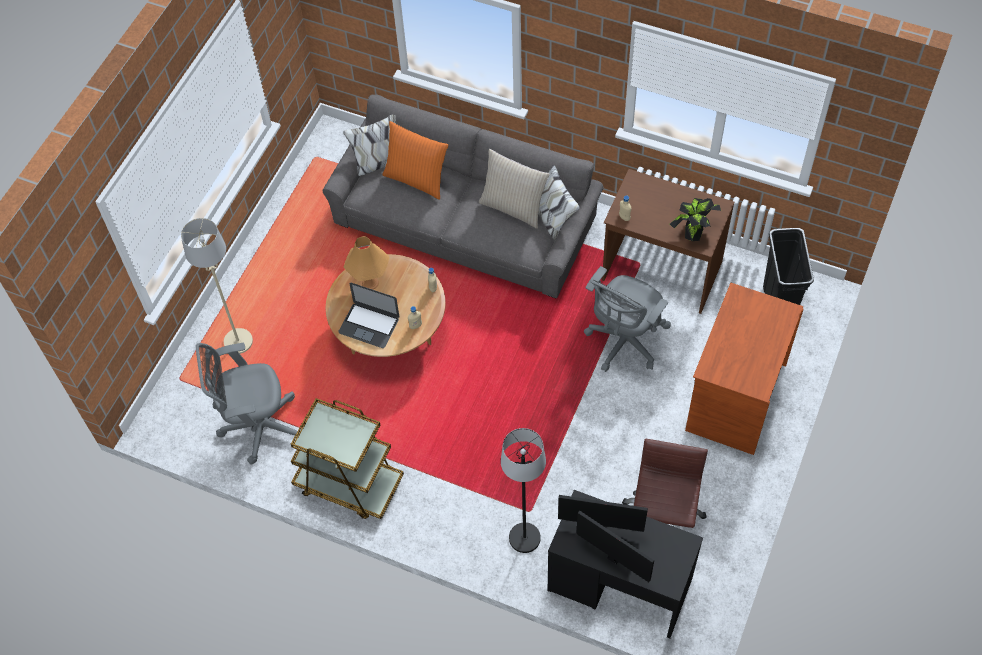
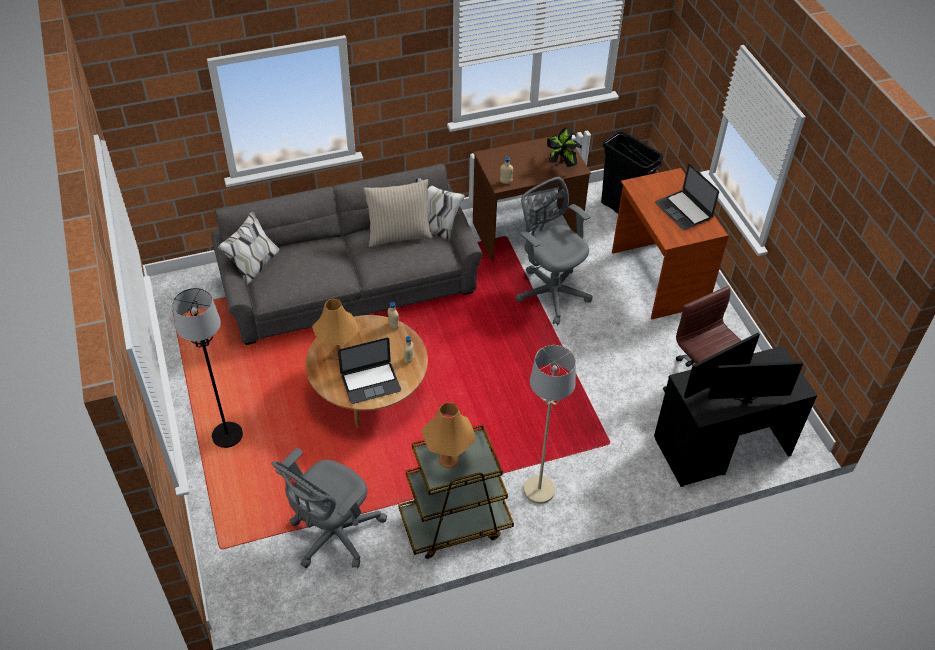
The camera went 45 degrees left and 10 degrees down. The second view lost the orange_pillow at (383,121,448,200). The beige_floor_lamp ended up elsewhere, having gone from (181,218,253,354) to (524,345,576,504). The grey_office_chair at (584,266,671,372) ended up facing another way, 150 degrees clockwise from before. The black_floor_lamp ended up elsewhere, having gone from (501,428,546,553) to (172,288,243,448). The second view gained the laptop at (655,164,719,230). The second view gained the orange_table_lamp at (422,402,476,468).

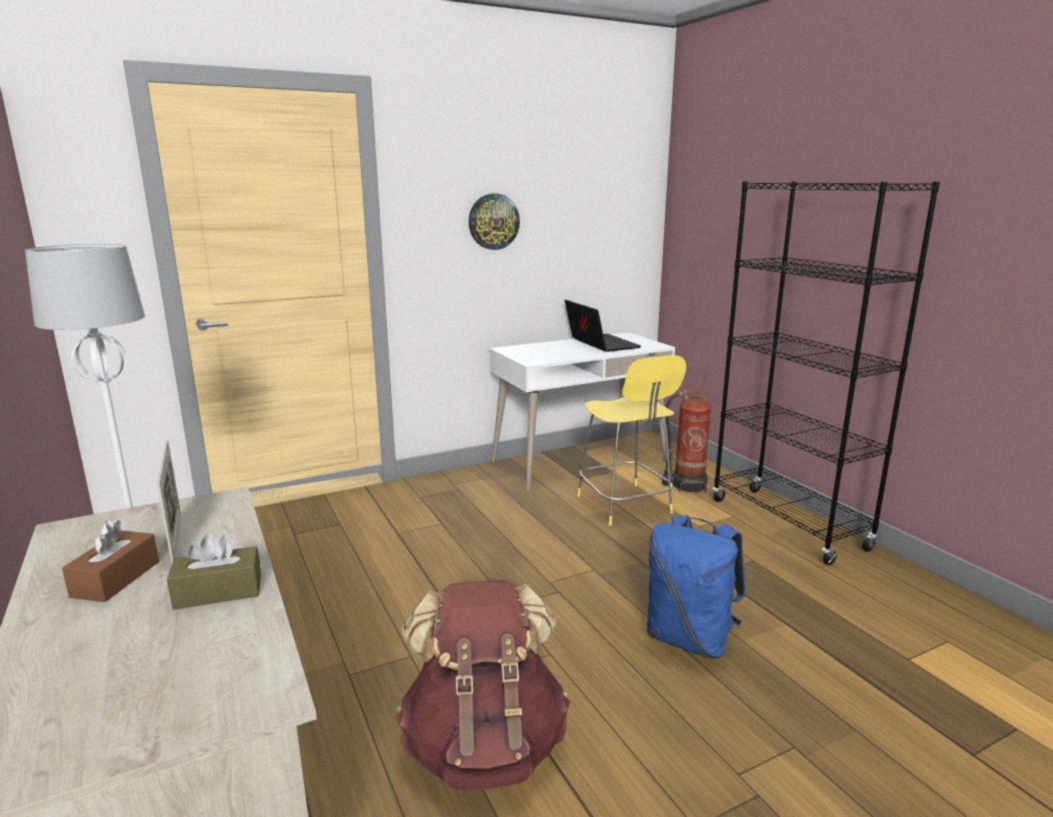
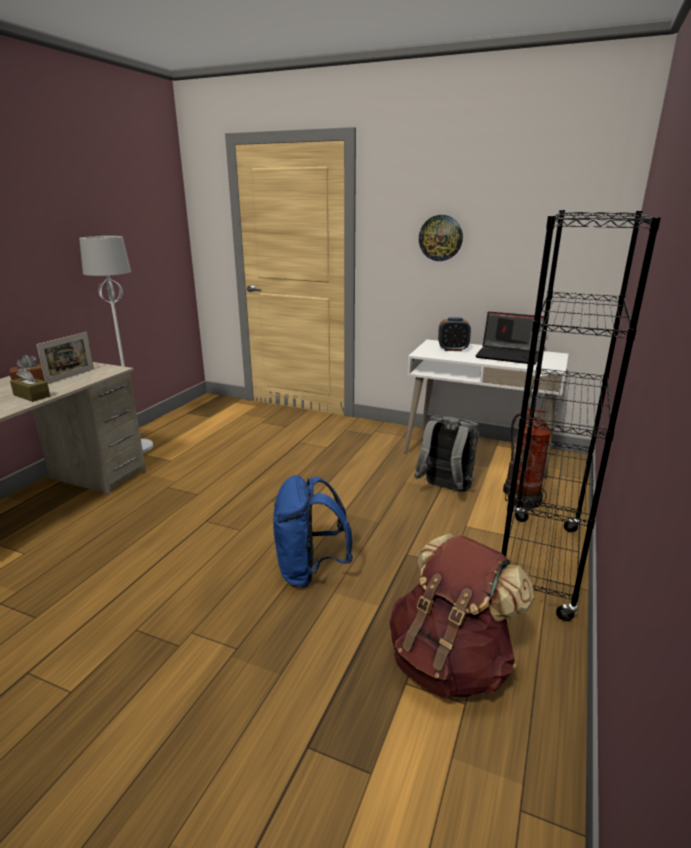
The camera went 50 degrees right and 5 degrees up. The laptop at (565,300,641,352) ended up facing another way, 90 degrees clockwise from before. Where the yellow_stool stood at (577,355,686,526), the grey_backpack came to stand at (414,416,479,492). The brown_backpack ended up elsewhere, having gone from (395,580,570,790) to (389,534,534,698). The second view gained the alarm_clock at (438,317,471,351).

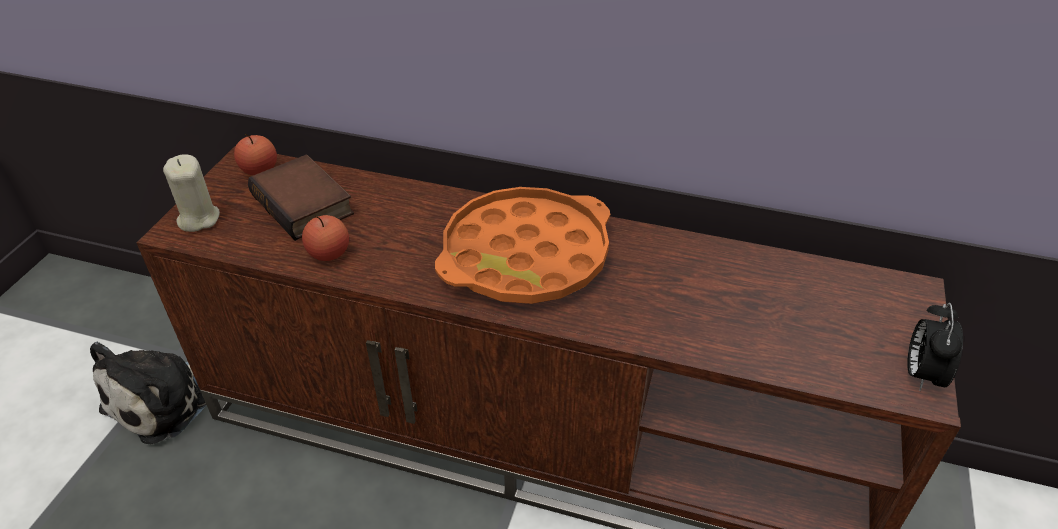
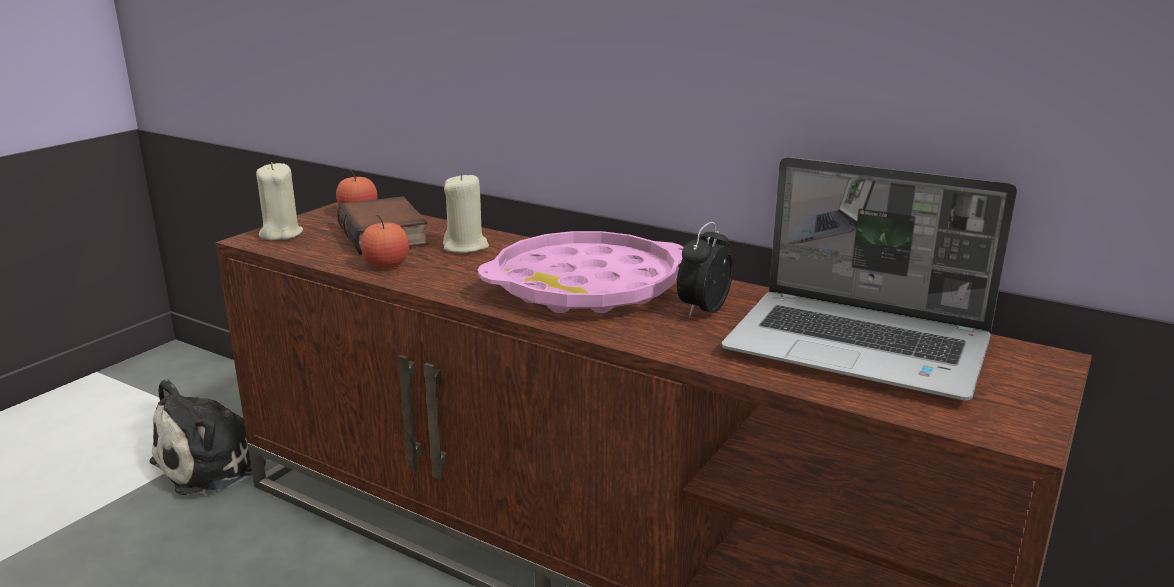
The camera went 15 degrees right and 20 degrees down. What was the orange_tray at (435,187,610,304) turned into the pink_tray at (478,231,683,313). The alarm_clock ended up elsewhere, having gone from (907,303,963,391) to (677,222,733,318). The second view gained the laptop at (722,157,1017,401). The second view gained the beige_candle at (443,173,489,253).

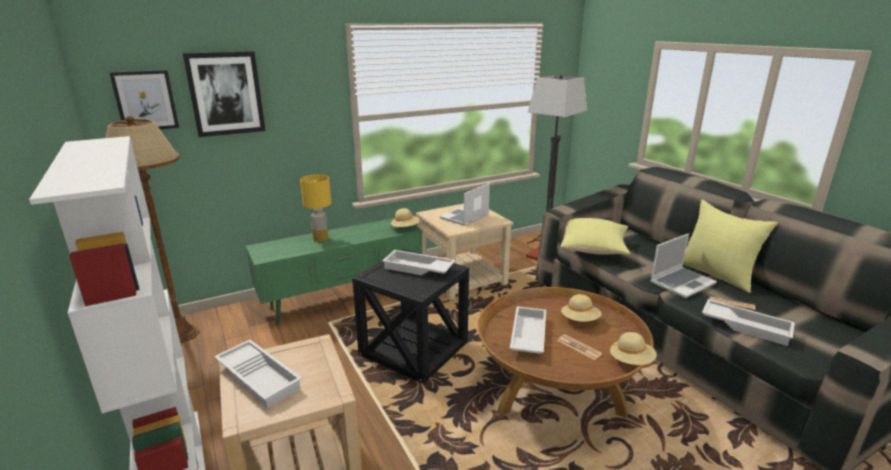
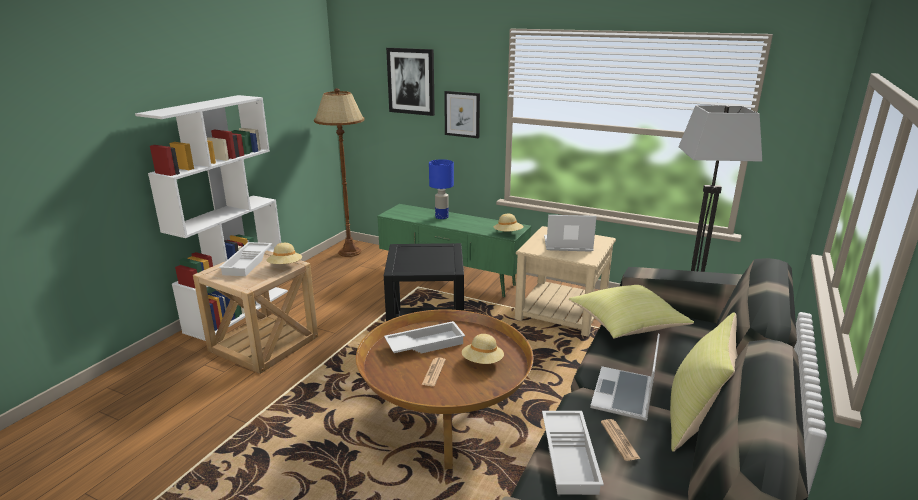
The camera went 55 degrees right and 0 degrees up. The picture ended up elsewhere, having gone from (109,70,179,129) to (444,91,480,138). What was the yellow_table_lamp at (300,174,331,242) turned into the blue_table_lamp at (429,159,454,219). The laptop at (650,233,717,298) ended up facing another way, 90 degrees clockwise from before. The second view lost the white_tray at (382,250,455,276). The beige_hat ended up elsewhere, having gone from (610,332,657,365) to (267,243,302,264).

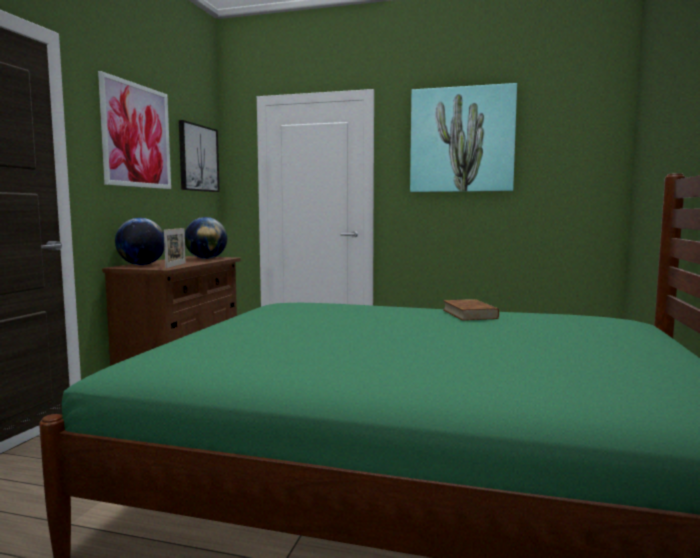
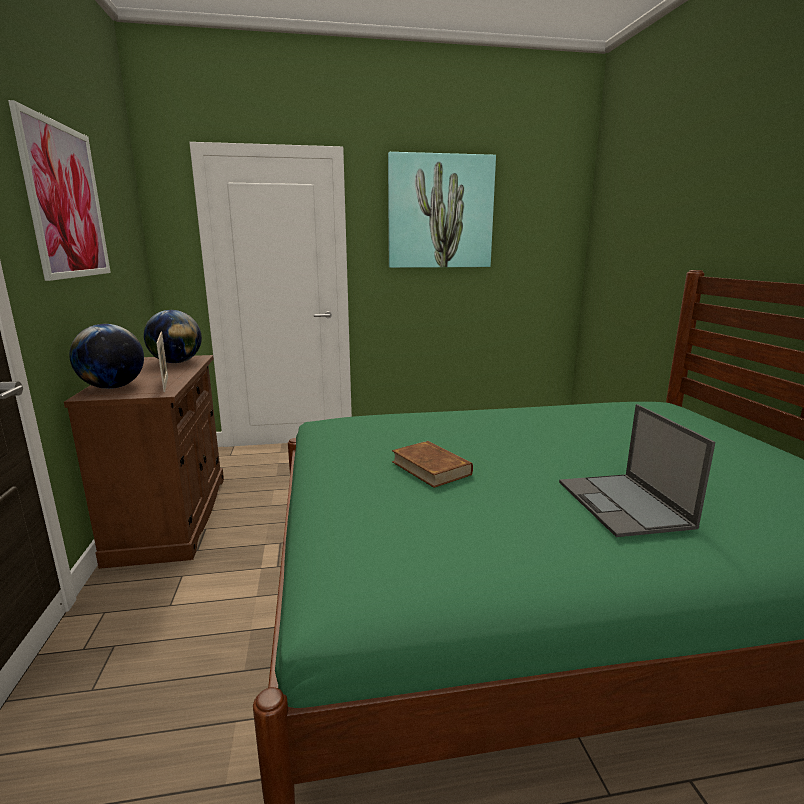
The camera went 25 degrees left and 10 degrees up. The second view lost the picture at (179,120,220,192). The brown_book ended up elsewhere, having gone from (443,299,499,320) to (392,441,473,488). The second view gained the laptop at (559,404,715,537).

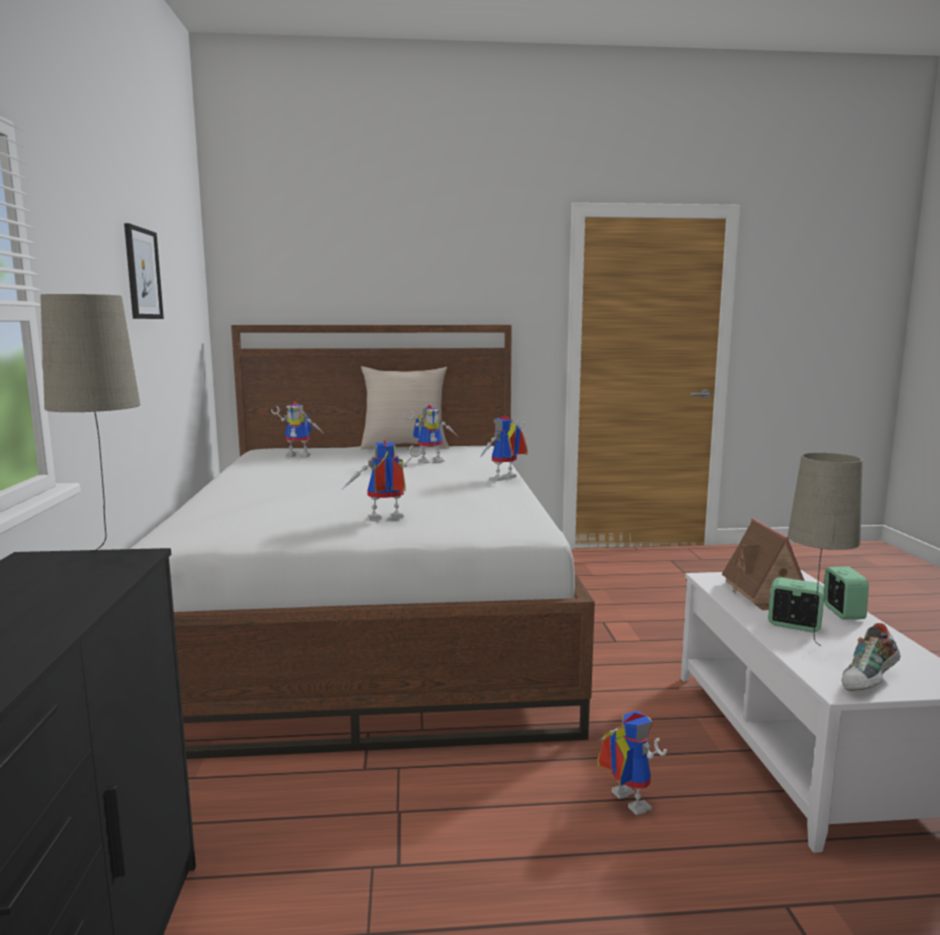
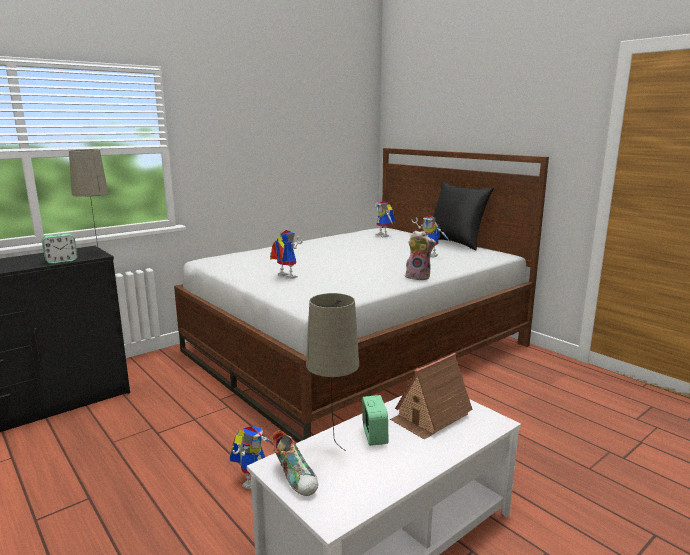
The camera went 55 degrees right and 5 degrees up. The second view lost the picture at (124,223,164,319). What was the beige_pillow at (361,366,449,449) turned into the black_pillow at (433,181,494,250). Where the toy_robot stood at (479,415,528,481), the plush_toy came to stand at (405,230,436,280). The alarm_clock ended up elsewhere, having gone from (824,567,869,619) to (42,234,78,264). The shoe at (842,623,901,691) ended up facing another way, 135 degrees counterclockwise from before.

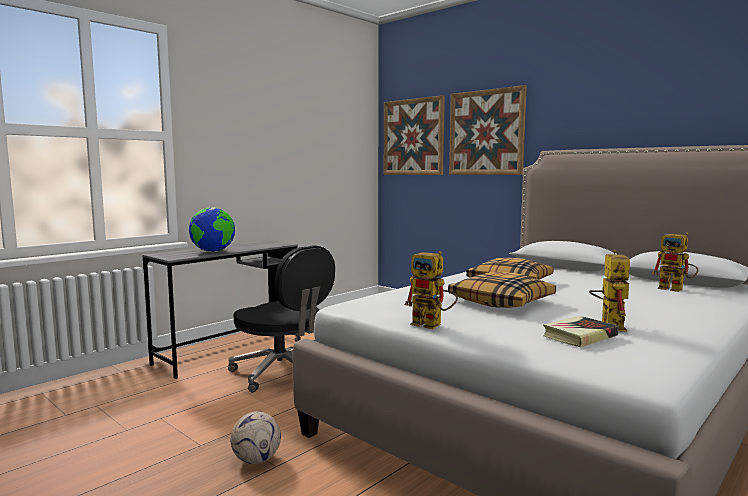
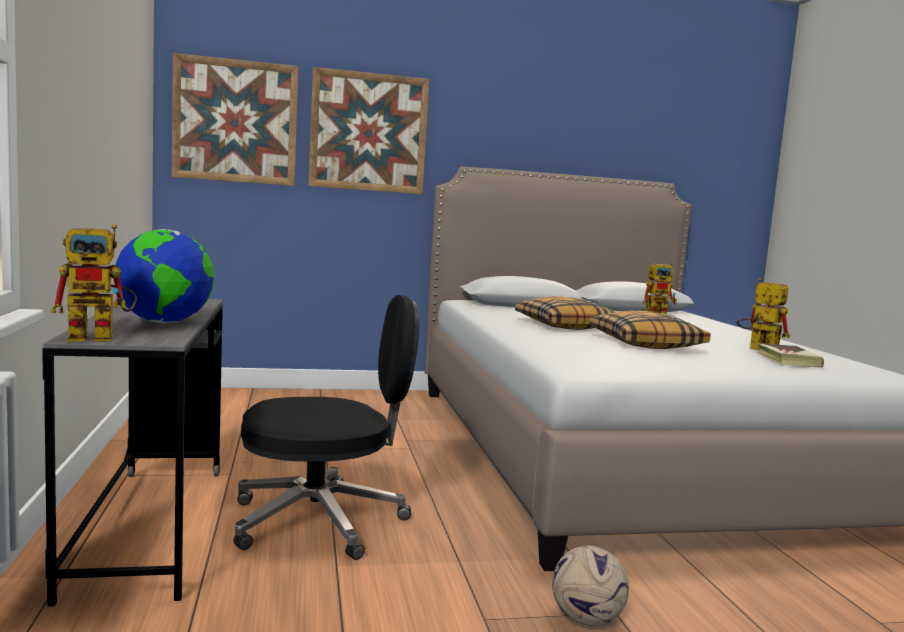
The camera went 55 degrees left and 0 degrees up. The toy_robot ended up elsewhere, having gone from (405,251,458,329) to (51,224,137,341).

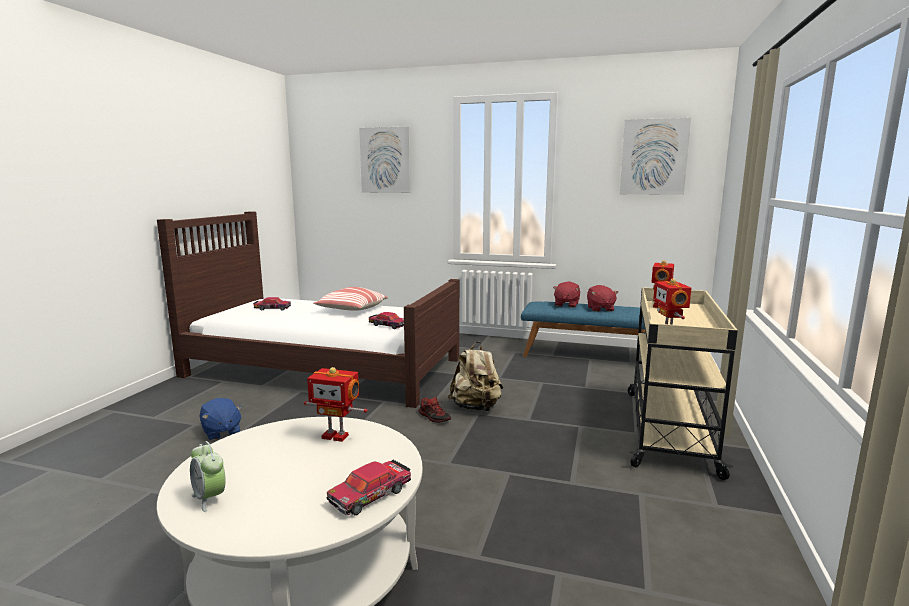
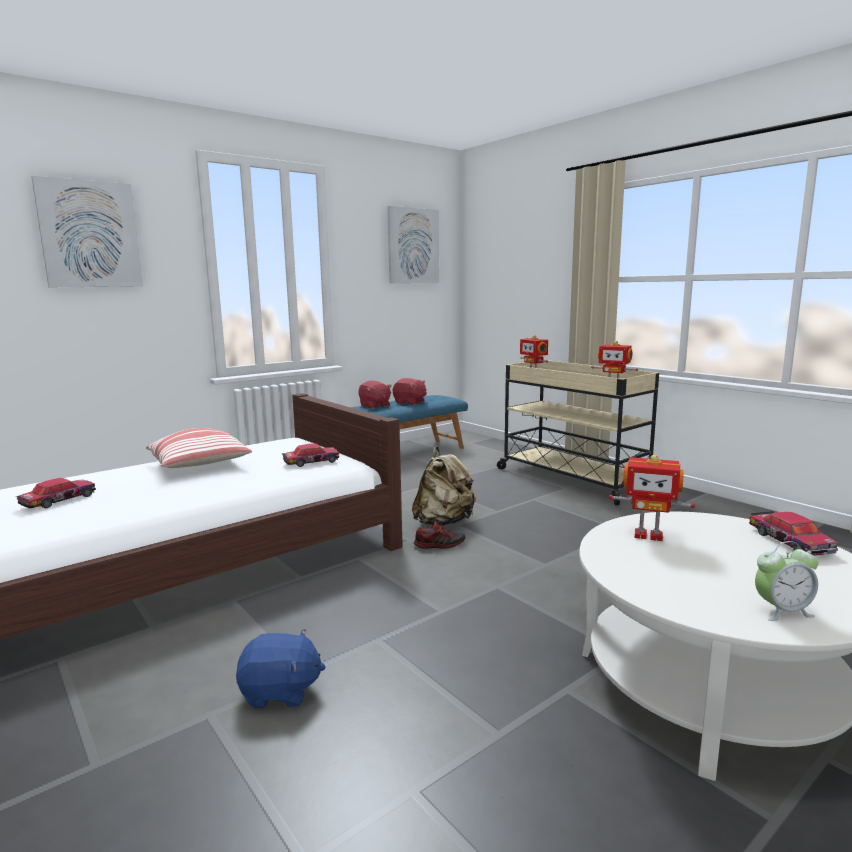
The camera went 55 degrees left and 0 degrees up. The toy_robot at (304,367,367,442) ended up facing another way, 60 degrees clockwise from before.

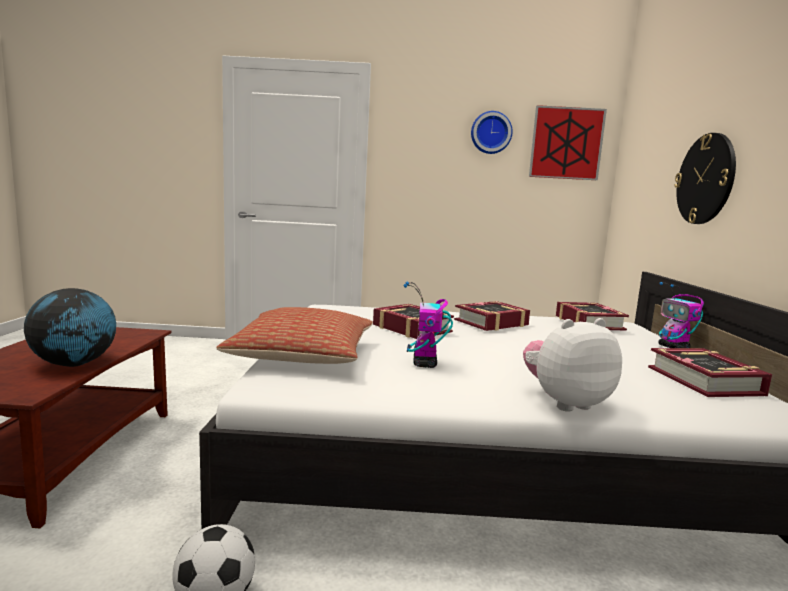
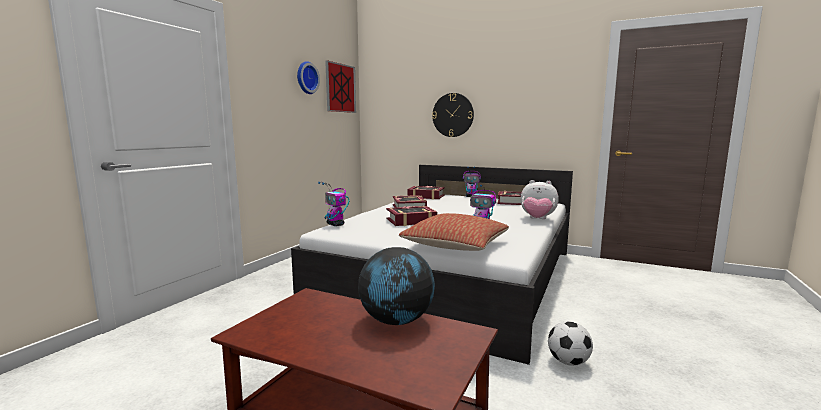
The camera went 65 degrees left and 0 degrees up. The plush_toy at (523,318,622,412) ended up facing another way, 75 degrees counterclockwise from before. The second view gained the toy_robot at (318,182,349,226).

